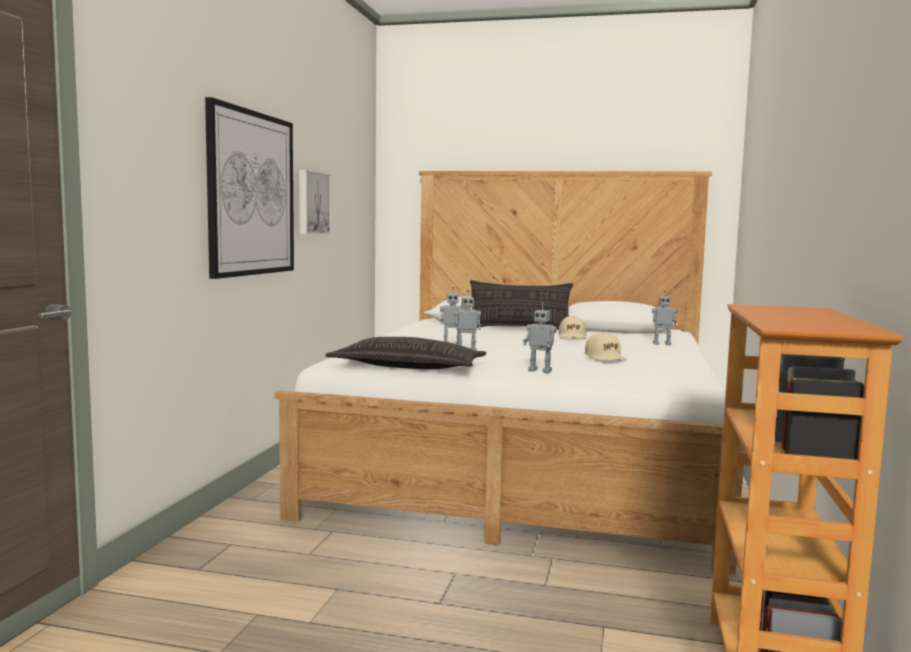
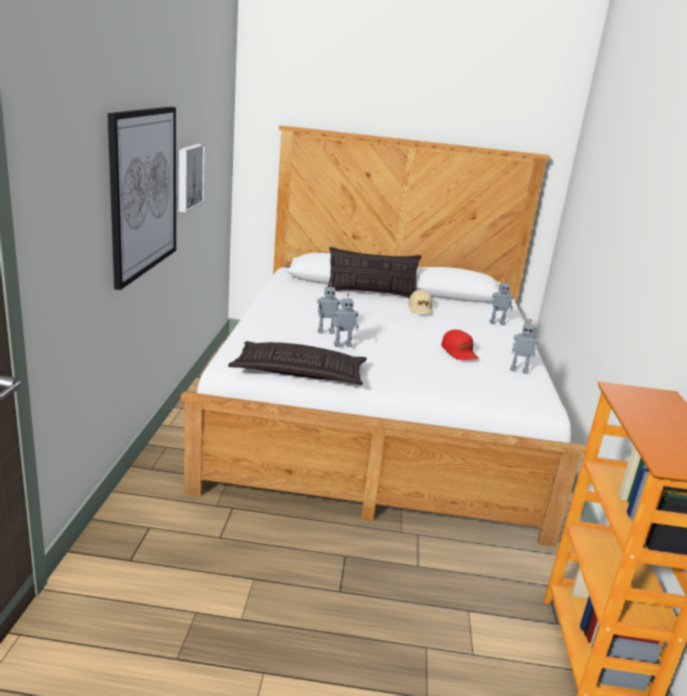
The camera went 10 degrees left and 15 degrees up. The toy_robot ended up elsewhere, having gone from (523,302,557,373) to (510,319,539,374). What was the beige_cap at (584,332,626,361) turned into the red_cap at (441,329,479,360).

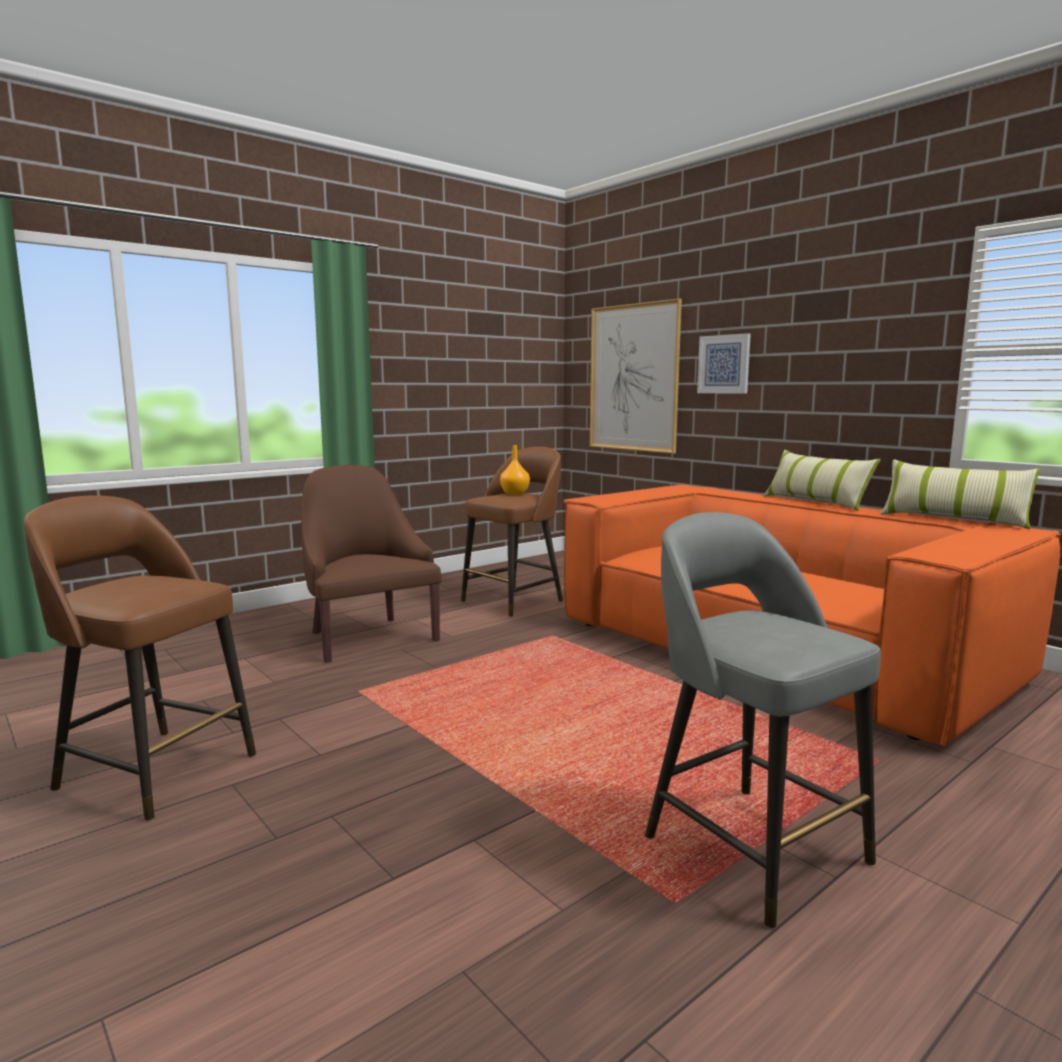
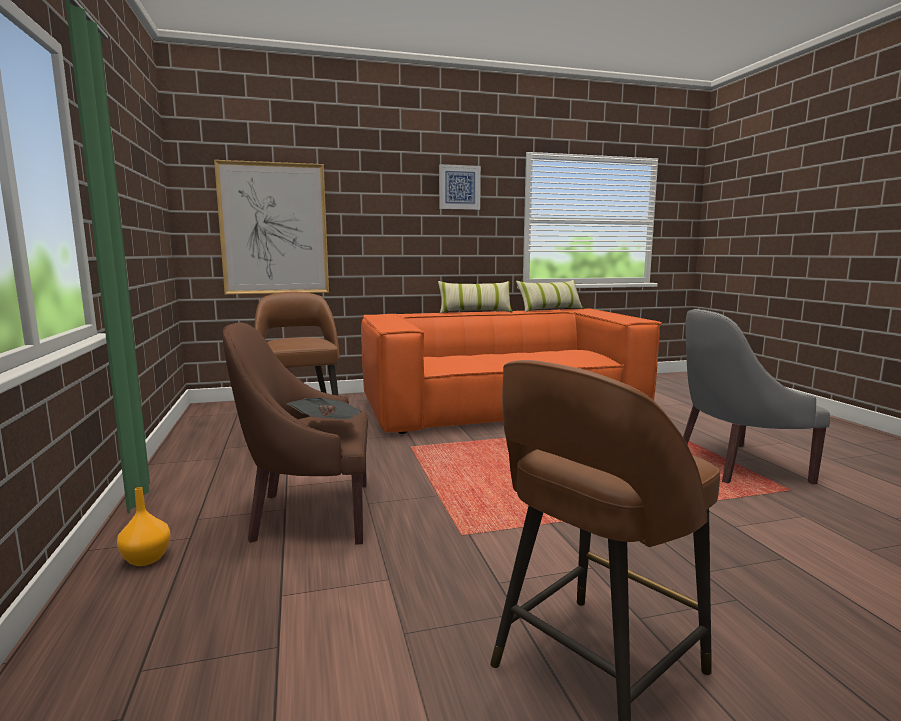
The camera went 65 degrees left and 0 degrees up. The picture ended up elsewhere, having gone from (697,333,751,394) to (439,164,481,210). The orange_vase ended up elsewhere, having gone from (500,445,530,495) to (117,487,171,566). Where the grey_stool stood at (645,512,881,928), the grey_armchair came to stand at (683,309,830,484). The second view gained the newspaper at (287,398,361,419).

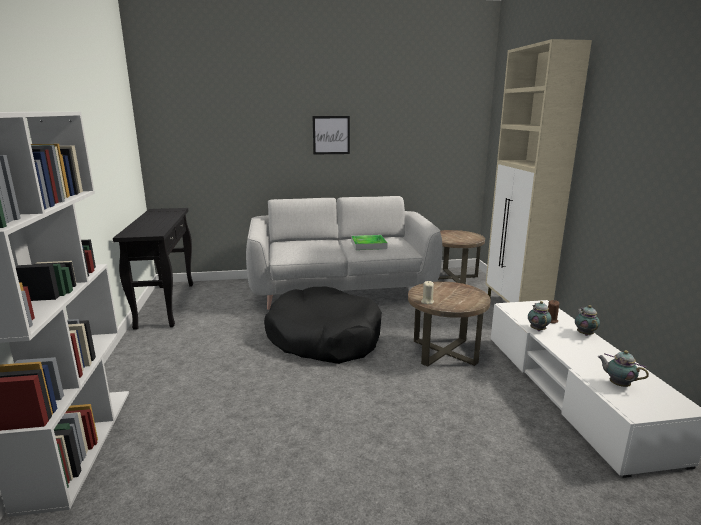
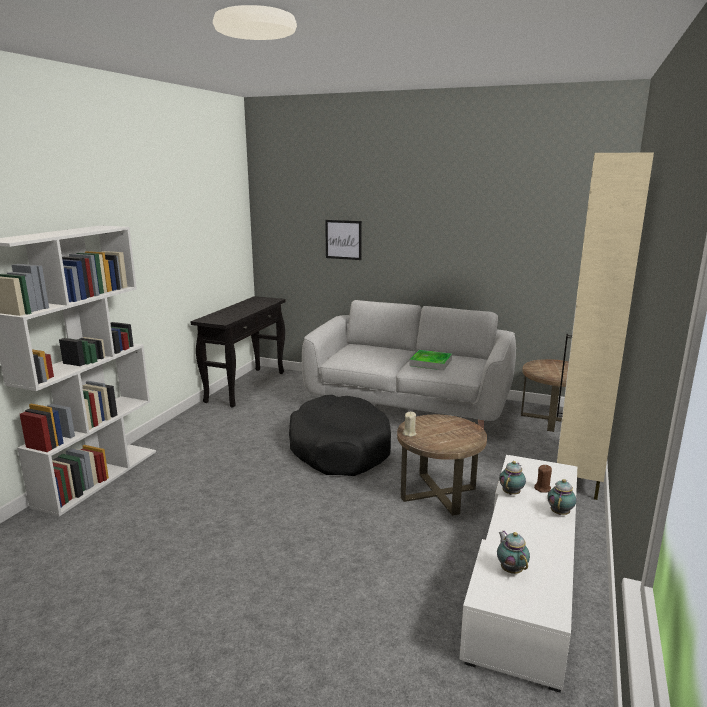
The camera went 30 degrees right and 0 degrees up. The picture ended up elsewhere, having gone from (313,116,350,155) to (325,220,362,260).

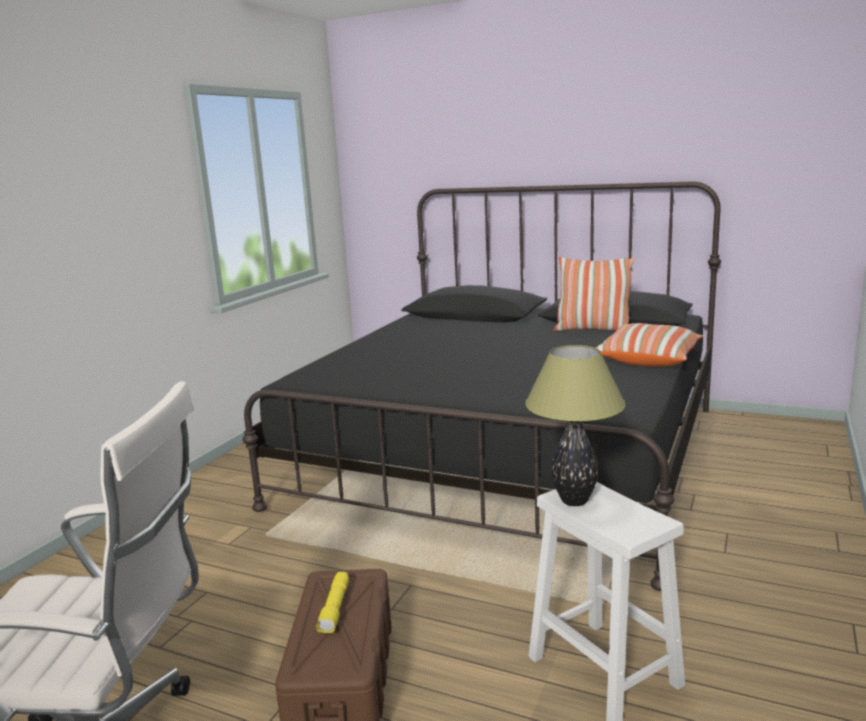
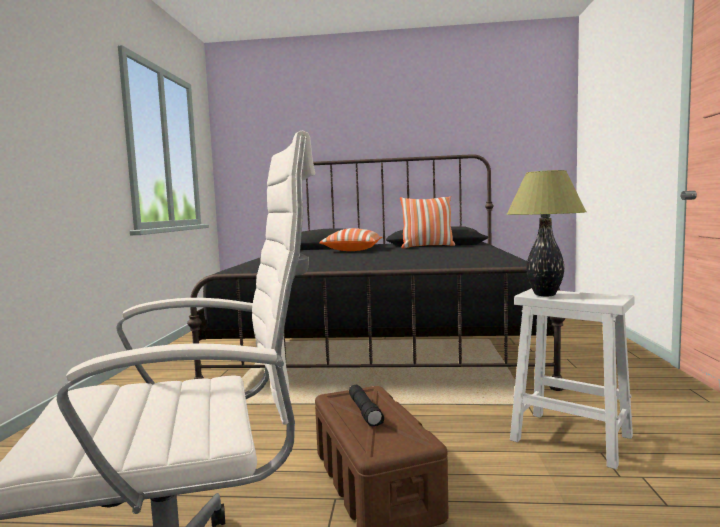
The camera went 20 degrees left and 10 degrees down. The pillow ended up elsewhere, having gone from (595,323,703,366) to (319,228,382,251). What was the yellow_flashlight at (316,572,349,633) turned into the black_flashlight at (349,385,384,426).

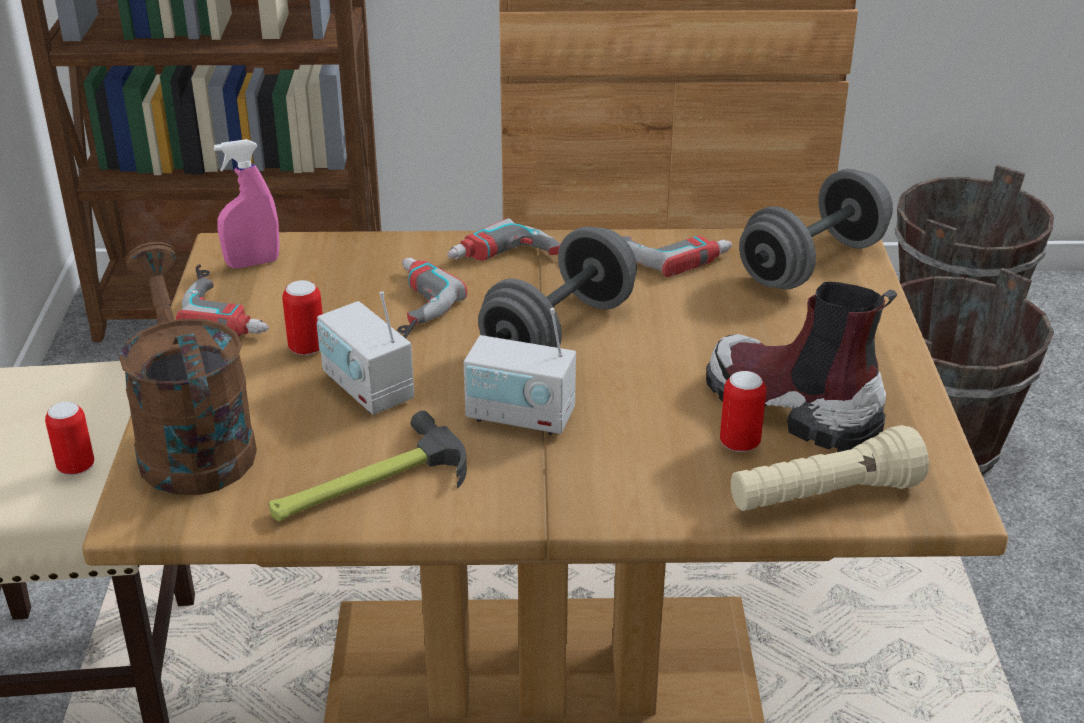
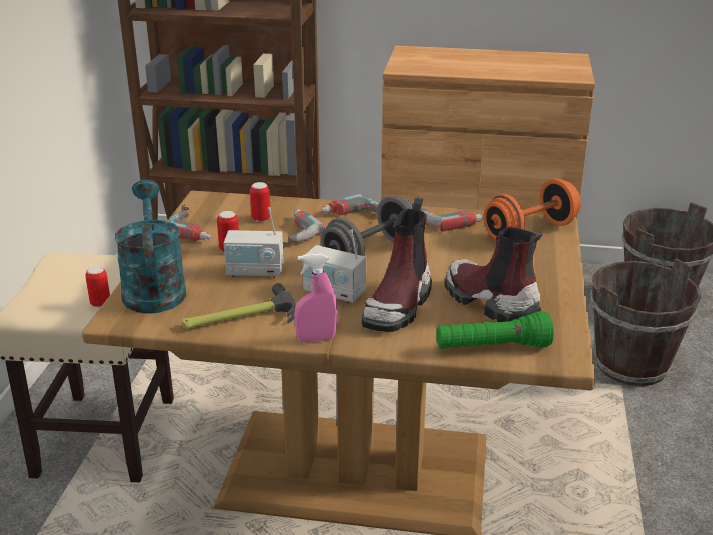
The camera went 10 degrees right and 5 degrees down. The pink_spray_bottle ended up elsewhere, having gone from (214,139,279,268) to (294,253,338,342). What was the grey_dumbbell at (739,169,893,289) turned into the orange_dumbbell at (484,178,581,239). What was the brown_watering_can at (119,242,257,495) turned into the turquoise_watering_can at (115,180,187,314). The radio at (317,292,414,415) ended up facing another way, 60 degrees counterclockwise from before. The can ended up elsewhere, having gone from (720,371,766,452) to (250,182,270,222). What was the beige_flashlight at (731,425,929,511) turned into the green_flashlight at (436,311,554,349). The second view gained the boot at (361,197,432,332).

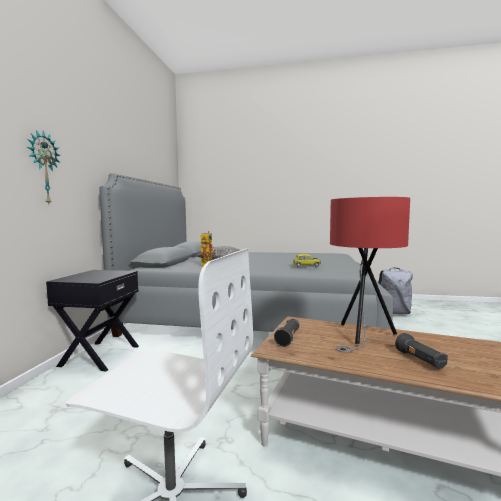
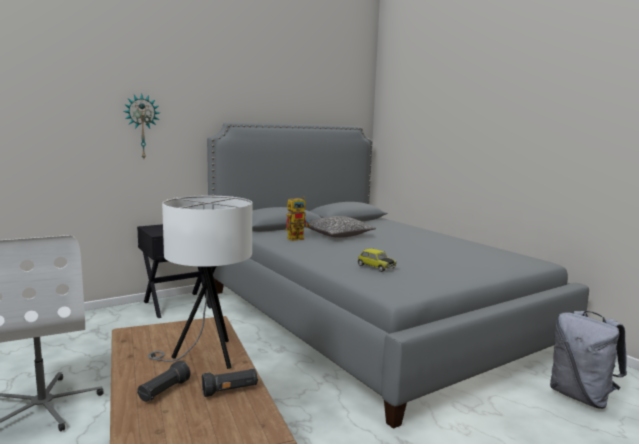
The camera went 45 degrees right and 5 degrees up. What was the red_table_lamp at (330,197,410,352) turned into the white_table_lamp at (148,196,252,369). The black_flashlight ended up elsewhere, having gone from (274,319,299,347) to (202,368,258,397).

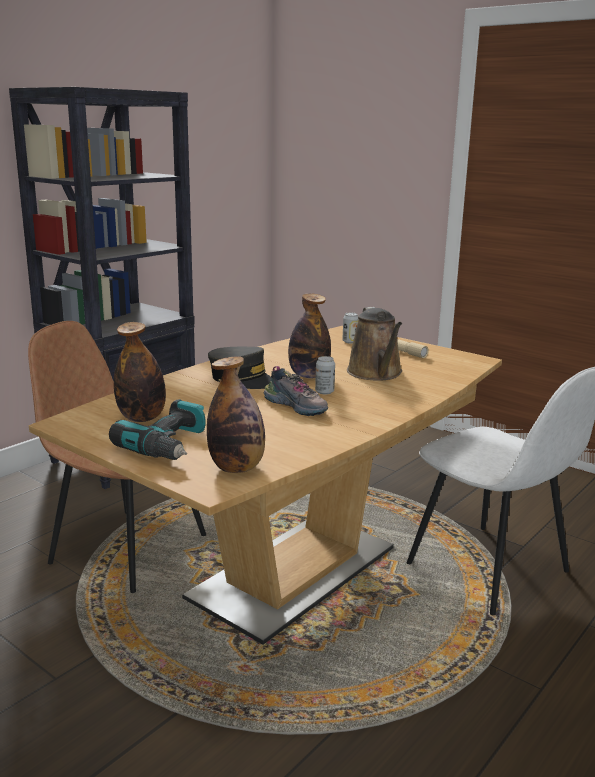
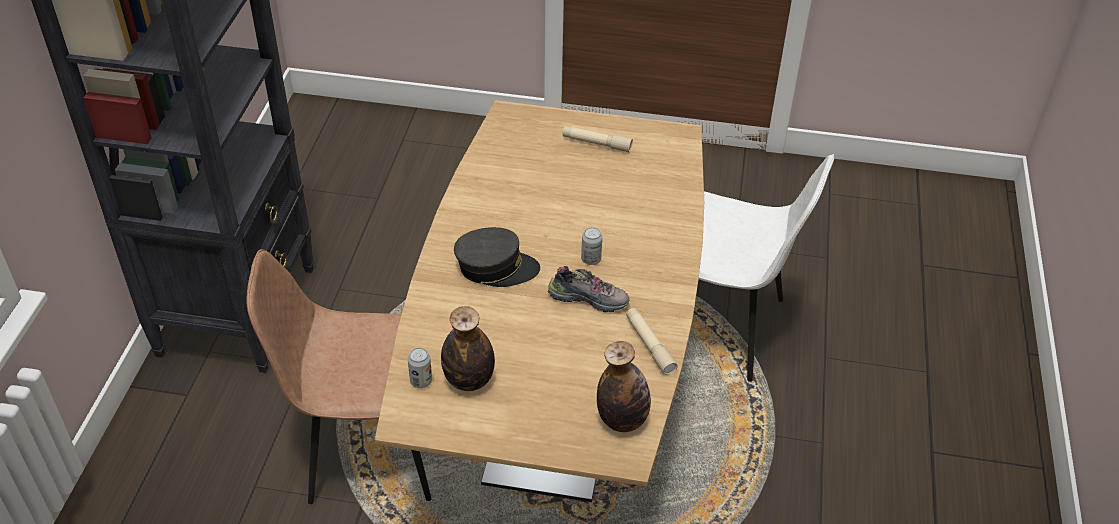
The camera went 30 degrees left and 25 degrees up. The second view lost the bottle at (288,294,331,378). The second view lost the brown_watering_can at (347,307,402,380). The can ended up elsewhere, having gone from (343,313,359,343) to (408,348,432,388). The second view lost the power_drill at (109,399,206,460). The second view gained the beige_flashlight at (626,308,678,375).

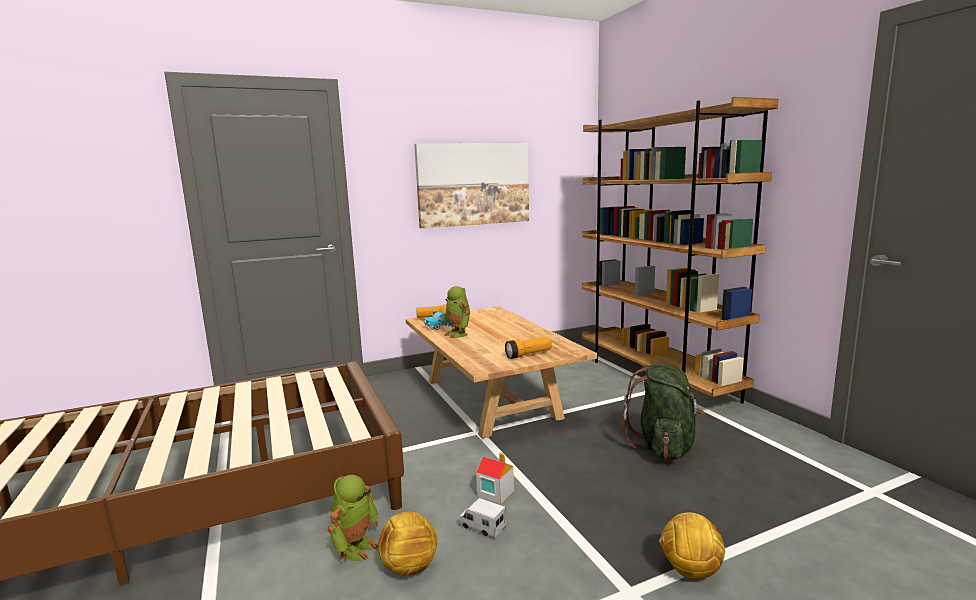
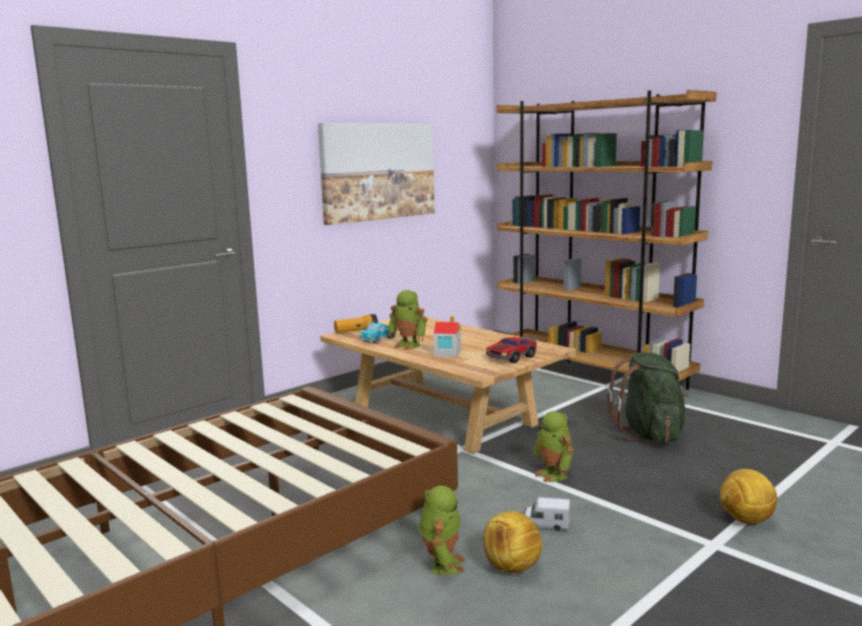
The camera went 20 degrees left and 0 degrees up. Where the flashlight stood at (505,337,552,359), the toy_car came to stand at (486,336,536,363). The toy_house ended up elsewhere, having gone from (476,452,514,504) to (433,316,461,357). The second view gained the toy_robot at (534,411,574,482).

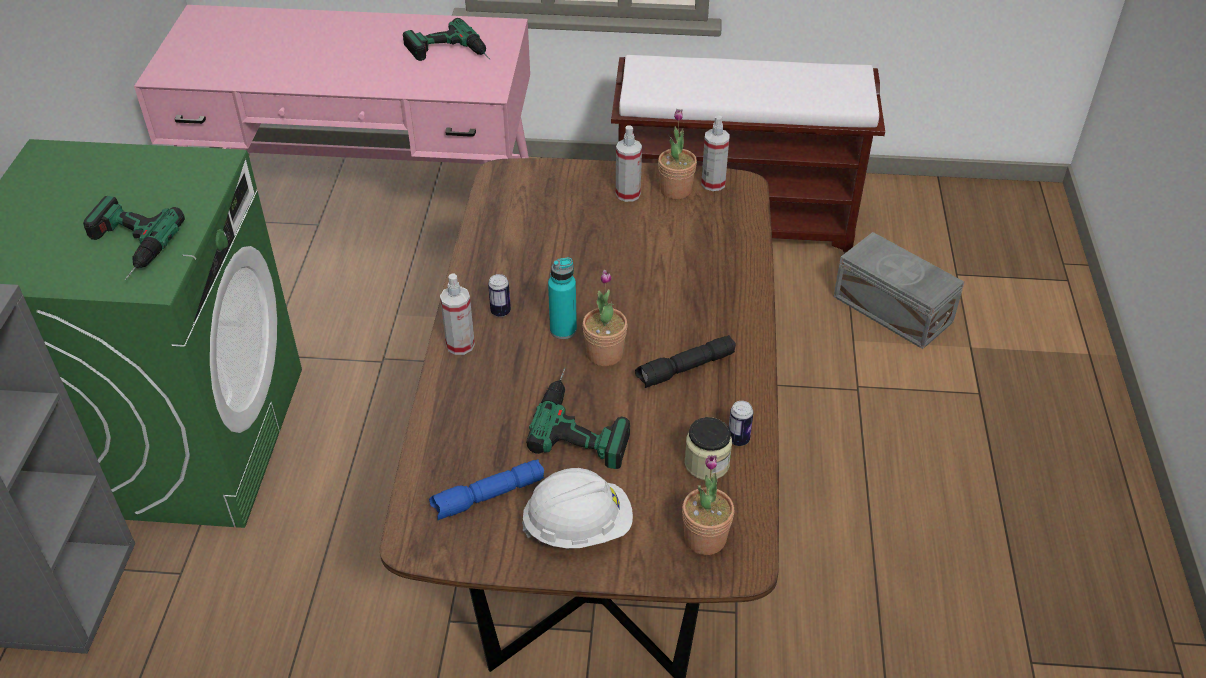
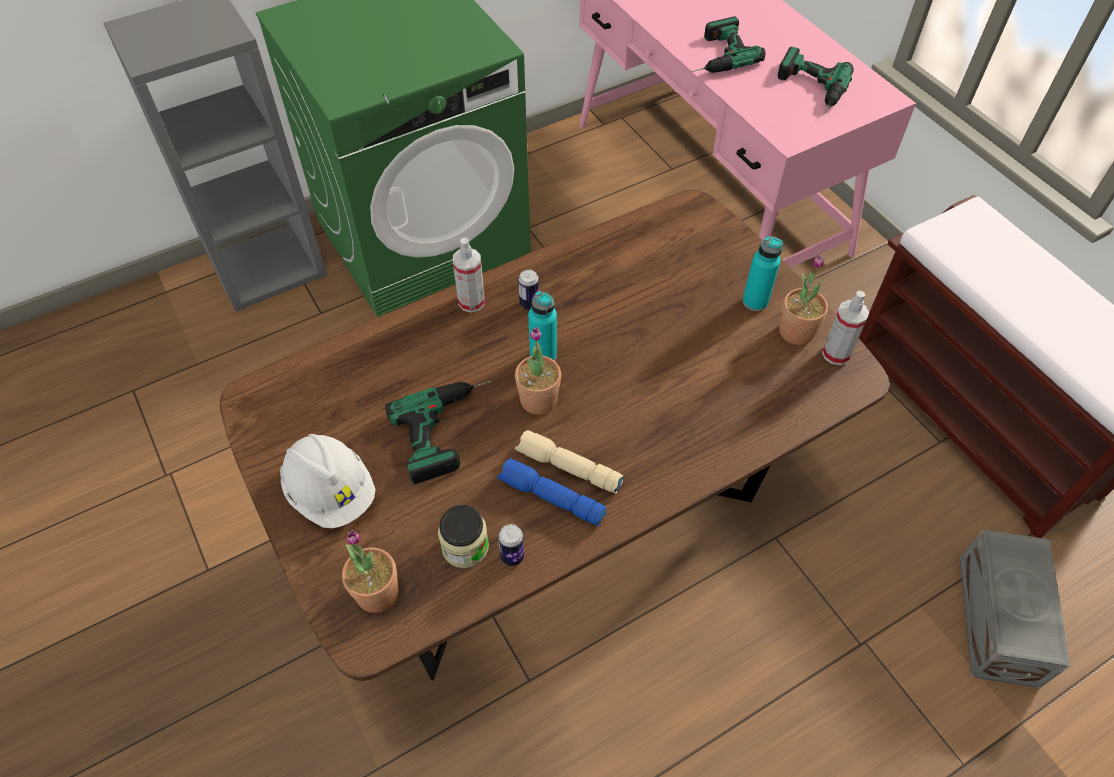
The camera went 55 degrees right and 10 degrees up. Where the spray_bottle stood at (616,125,642,202), the turquoise_bottle came to stand at (742,236,783,311). The power_drill ended up elsewhere, having gone from (83,196,185,280) to (692,16,766,73). What was the black_flashlight at (635,335,736,388) turned into the beige_flashlight at (515,430,623,494). The blue_flashlight ended up elsewhere, having gone from (429,459,544,520) to (497,458,607,526).

